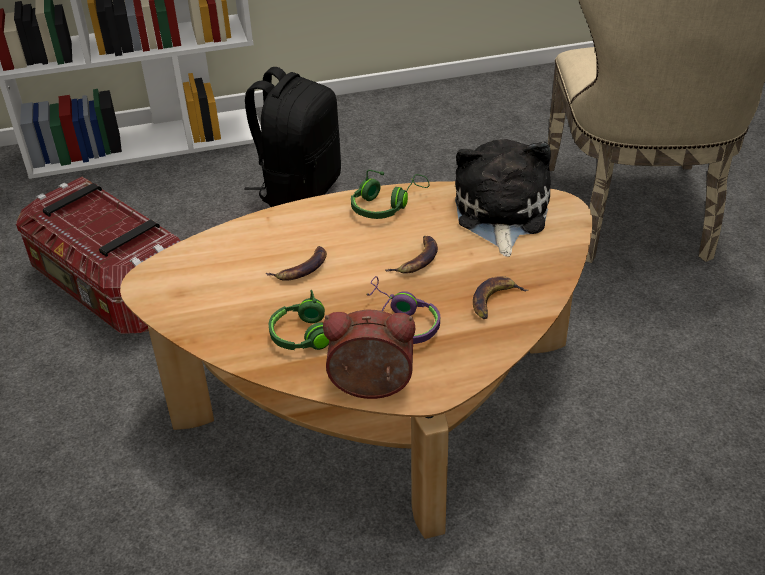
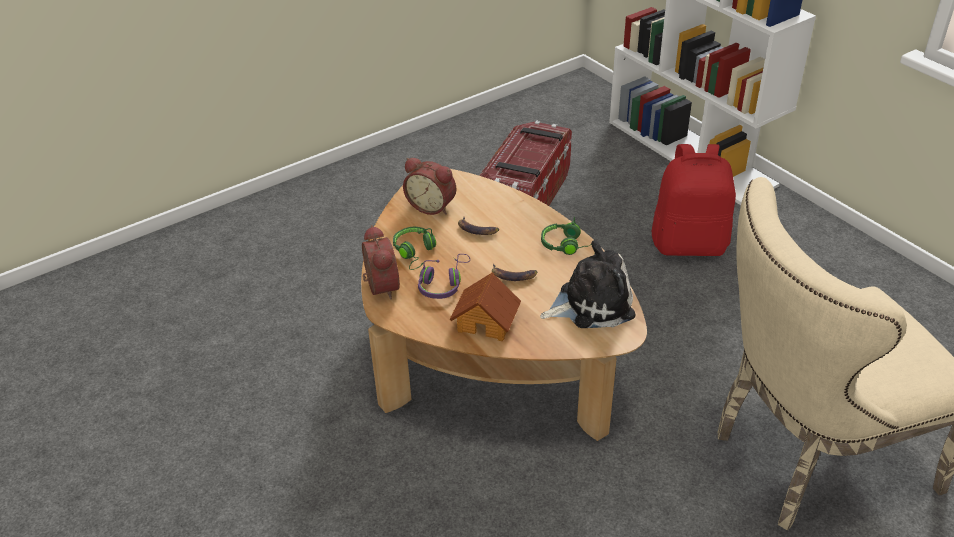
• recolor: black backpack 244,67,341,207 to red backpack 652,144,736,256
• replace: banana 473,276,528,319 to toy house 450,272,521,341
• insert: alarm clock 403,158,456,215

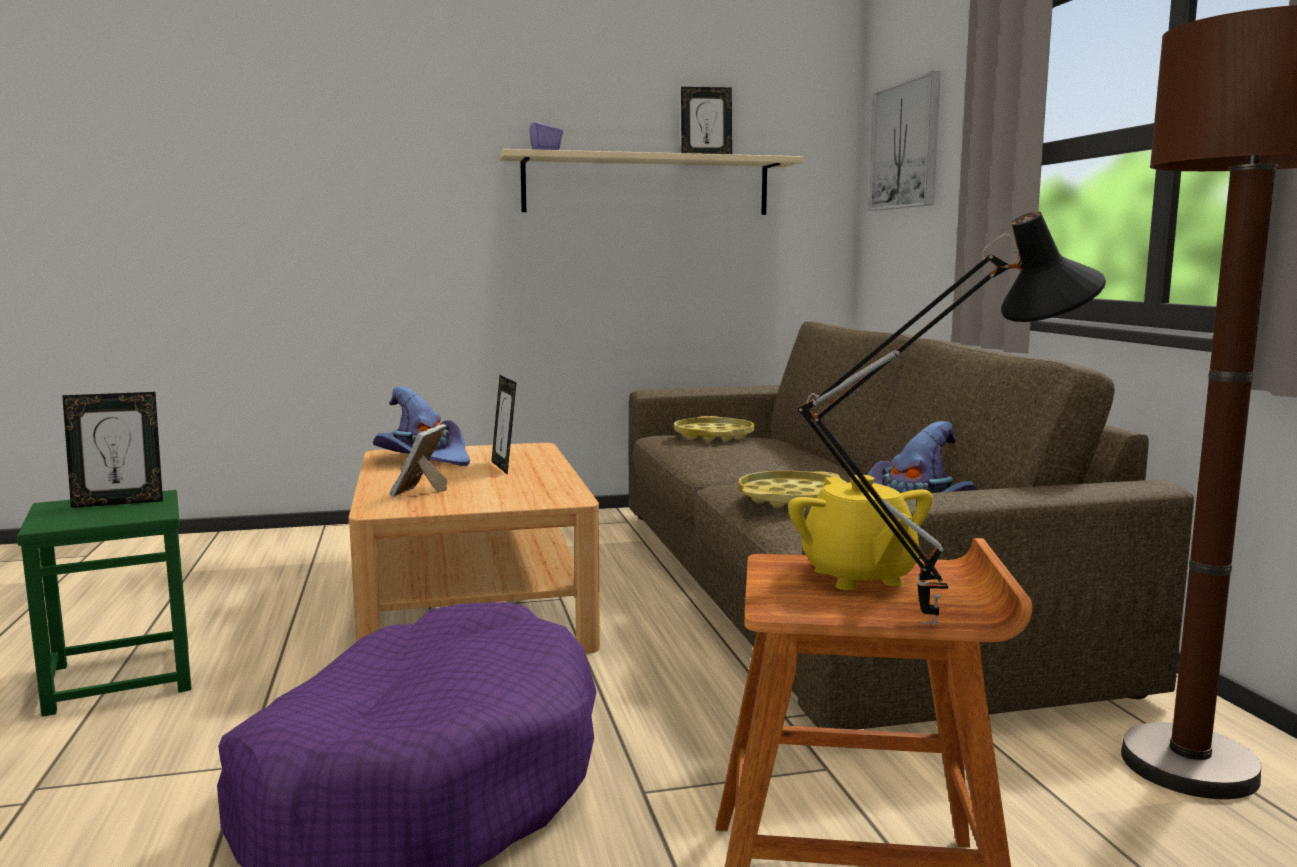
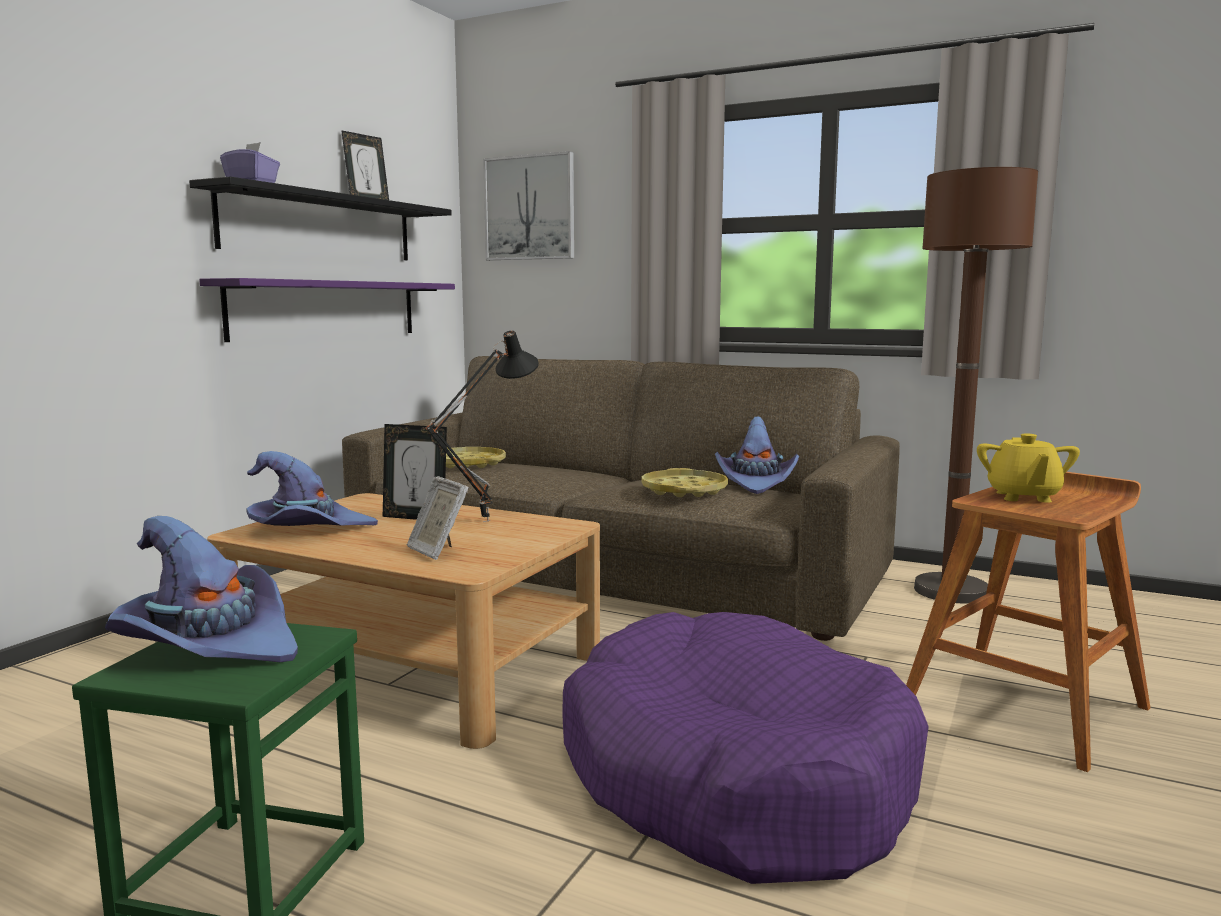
• replace: picture frame 62,392,163,508 to purple hat 105,516,298,662
• recolor: beige shelf 499,149,803,215 to black shelf 189,177,452,260
• rotate: yellow teapot 788,475,933,590 = 977,433,1080,503 75 degrees clockwise
• move: black table lamp 797,211,1106,625 to 426,331,539,522
• insert: purple shelf 199,278,455,342

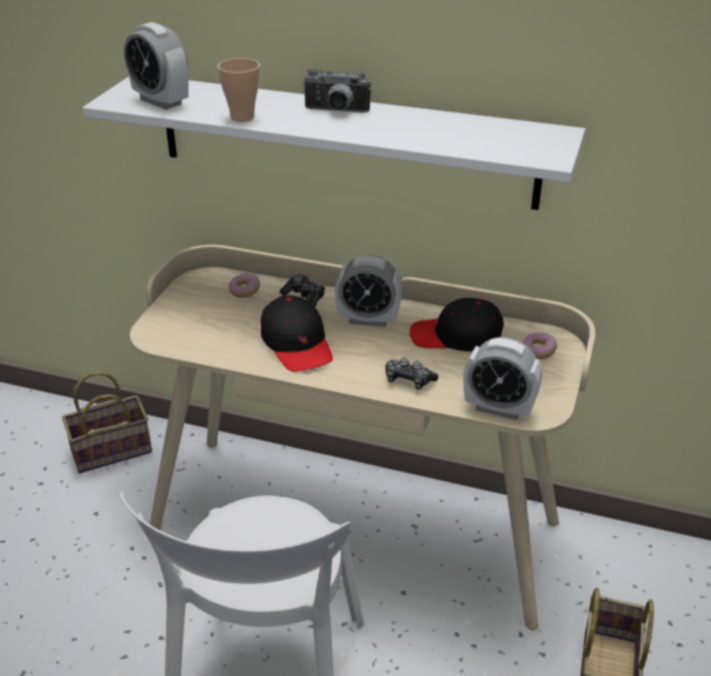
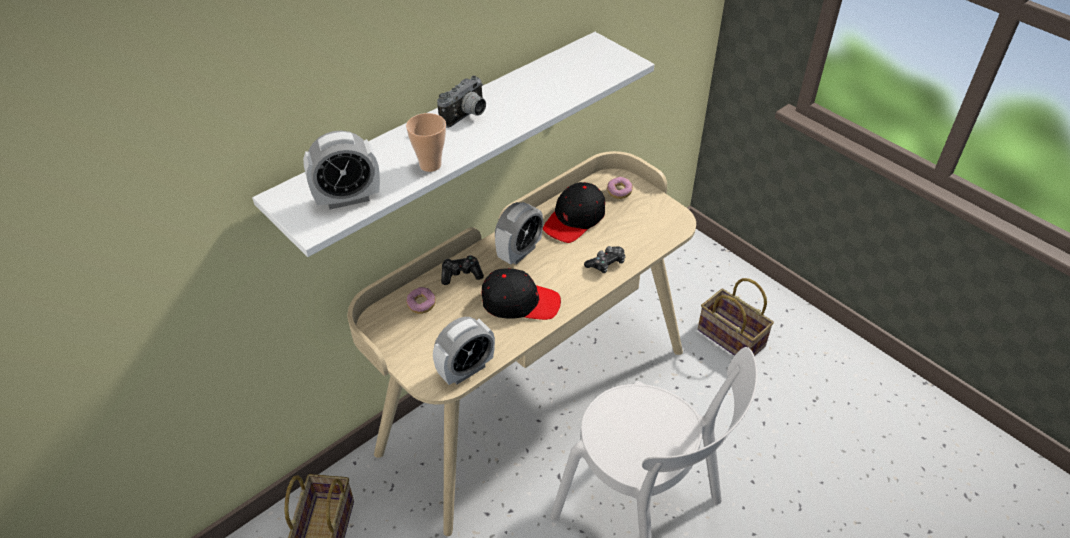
• move: alarm clock 463,337,542,420 to 433,317,495,385

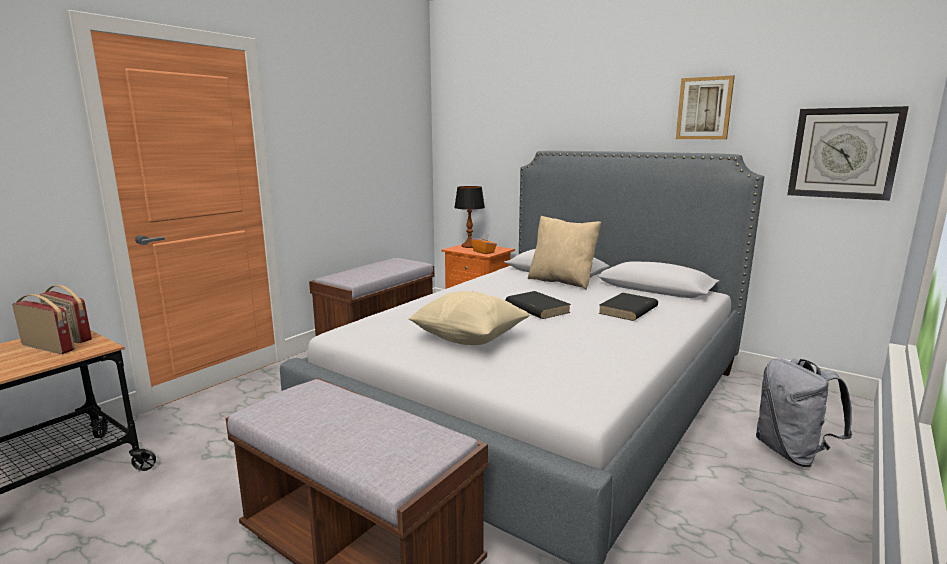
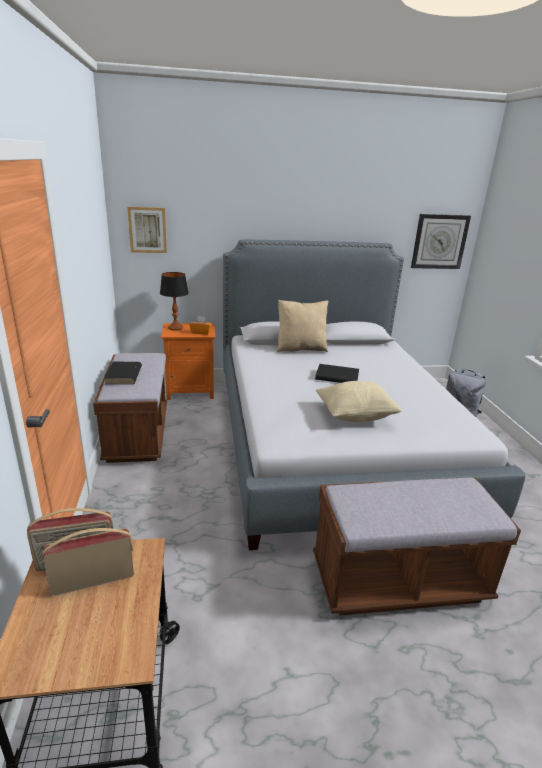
• move: black book 598,293,658,321 to 104,362,142,385
• move: picture 676,75,735,139 to 127,207,167,253

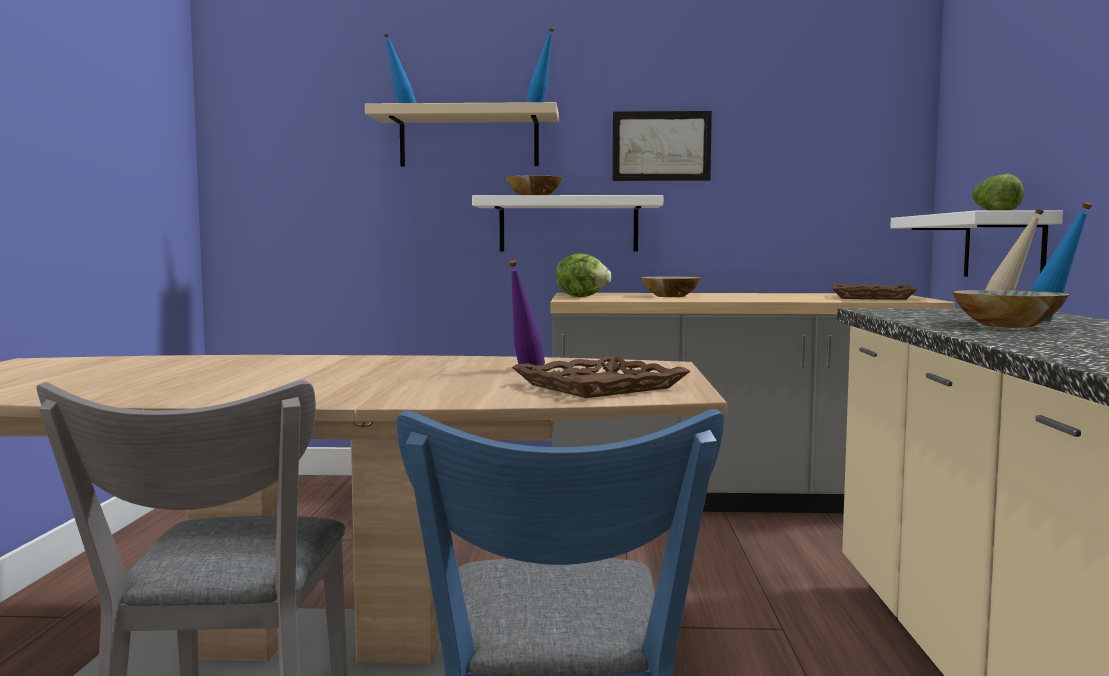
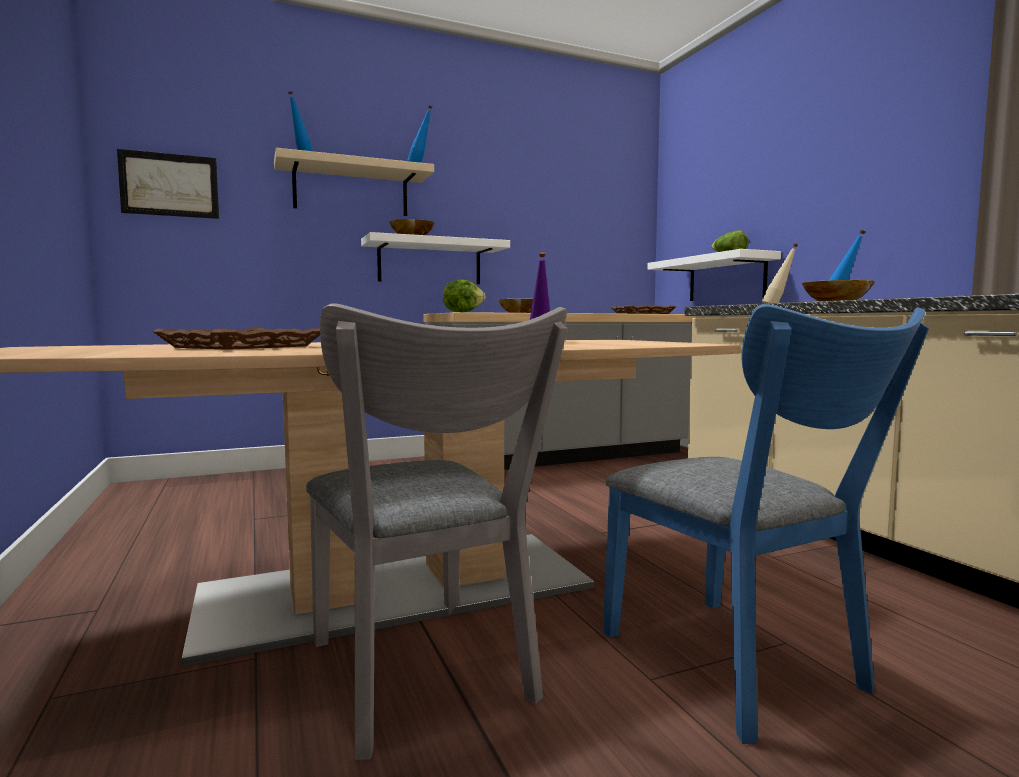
• move: brown tray 512,356,691,398 to 152,328,320,350
• move: picture 612,111,712,181 to 117,149,219,219

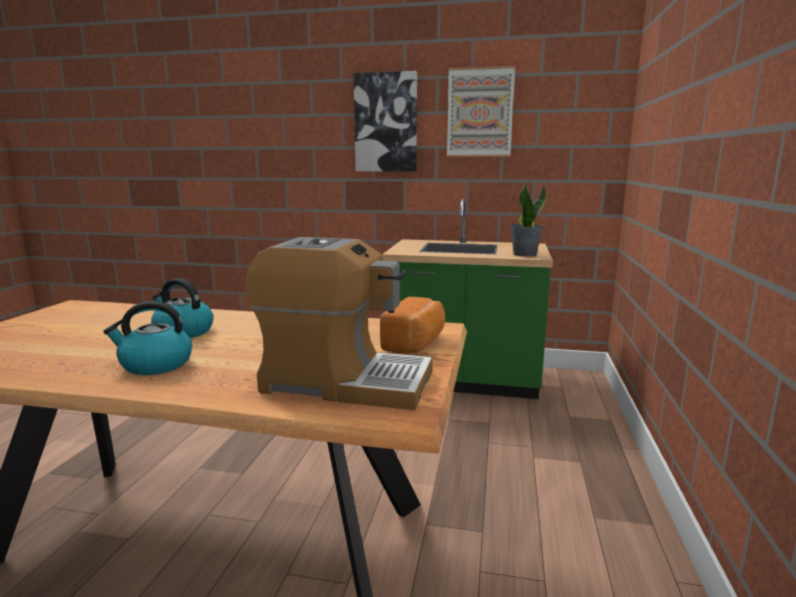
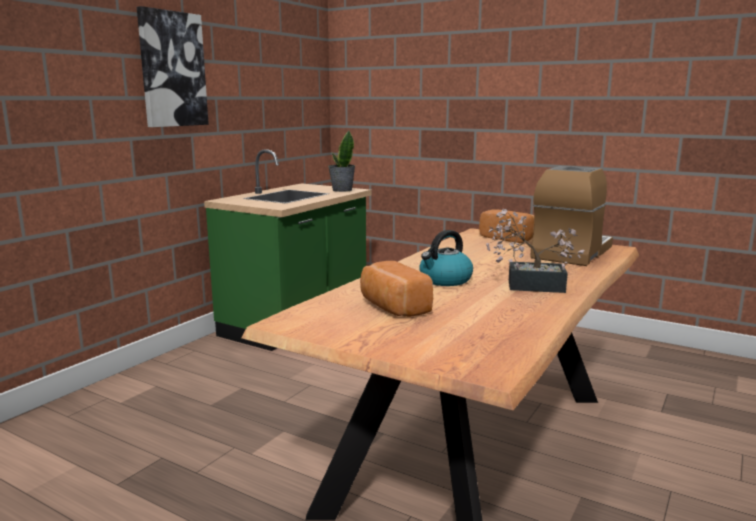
• replace: kettle 103,301,192,375 to potted plant 486,209,584,293
• delete: picture 447,66,515,157
• insert: bread 360,261,433,317

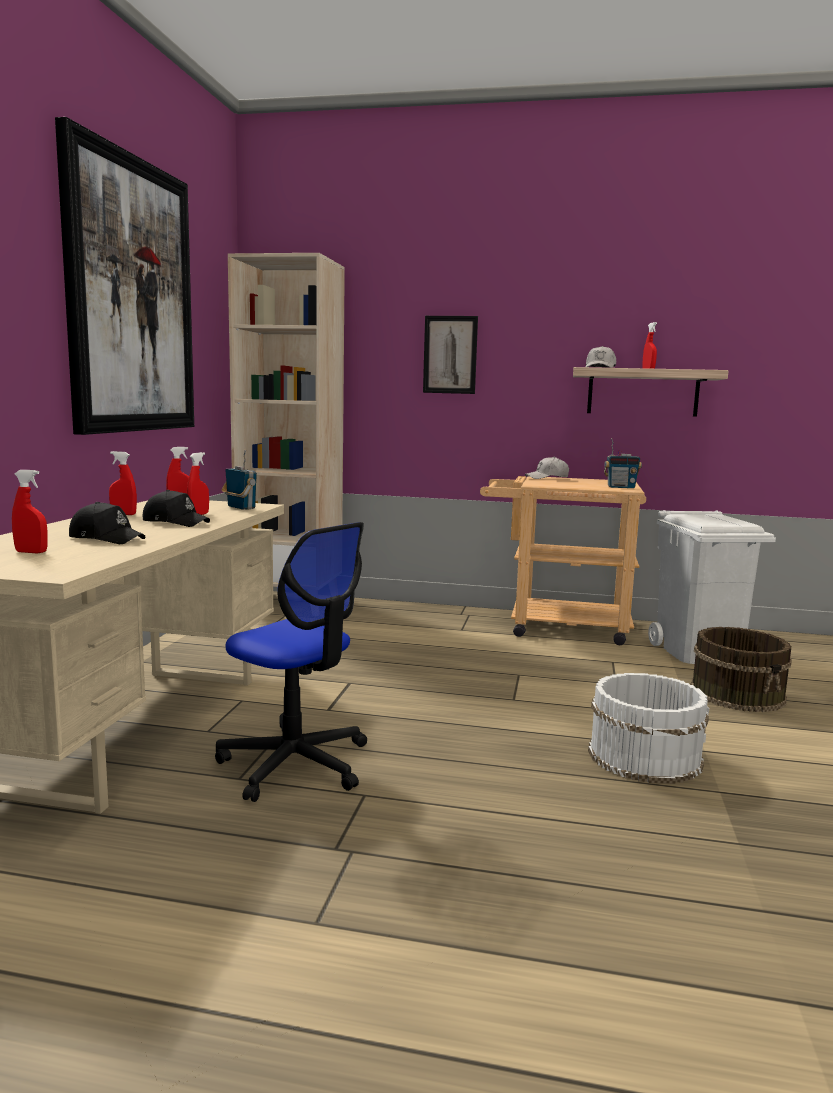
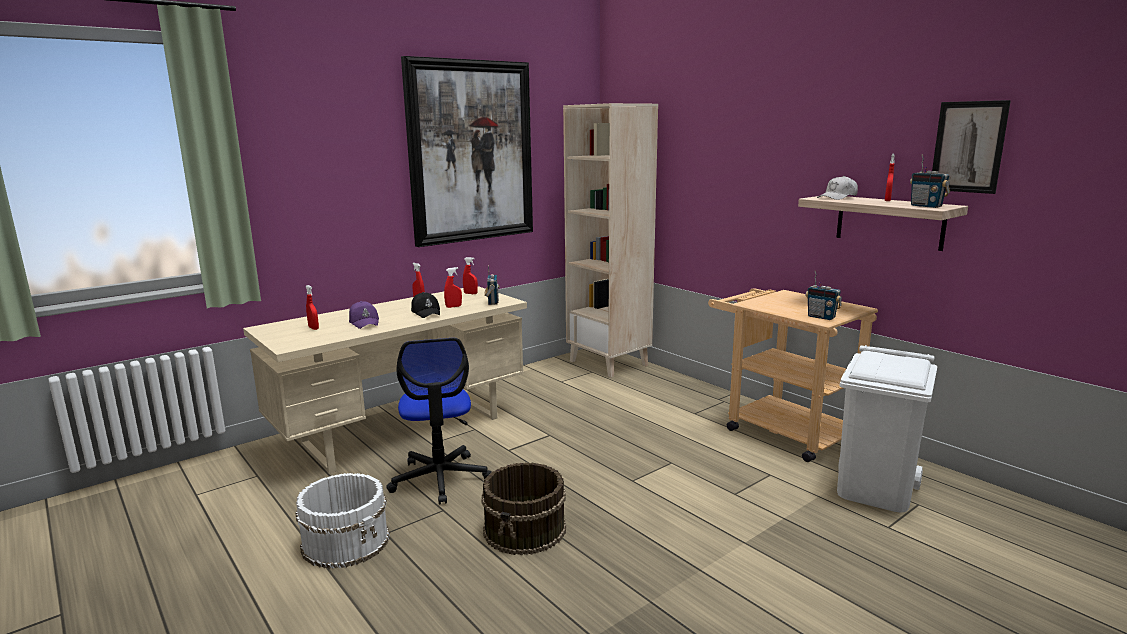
• recolor: black cap 69,502,145,545 to purple cap 349,301,379,329
• move: picture 423,316,478,394 to 932,100,1011,194
• delete: white cap 525,457,569,479
• move: white bucket 588,673,709,784 to 295,473,390,569
• move: brown bucket 690,627,792,712 to 481,462,566,555
• insert: radio 910,154,950,208

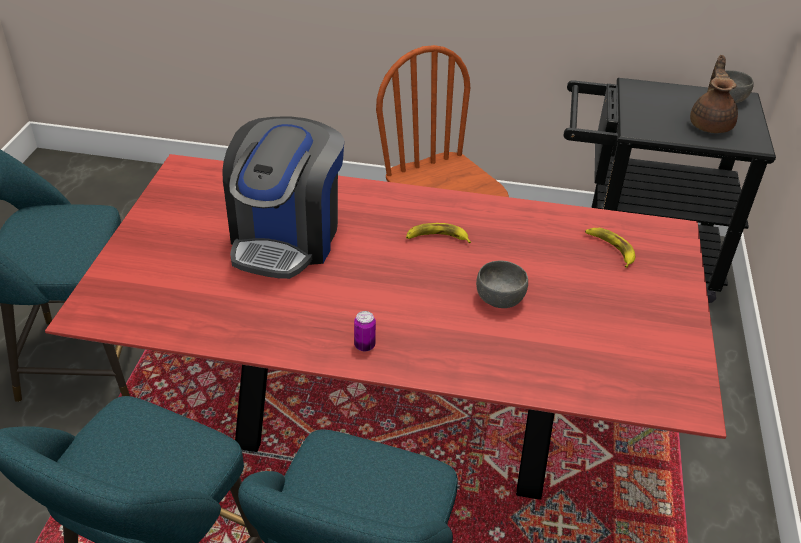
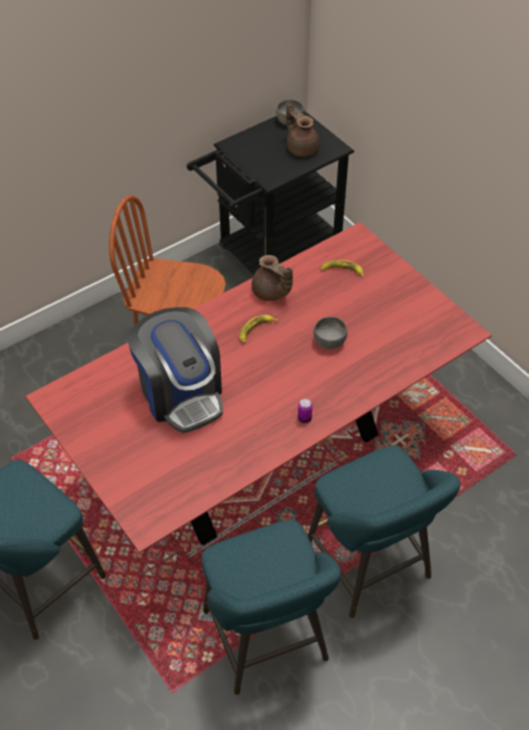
• insert: brown teapot 252,255,293,301

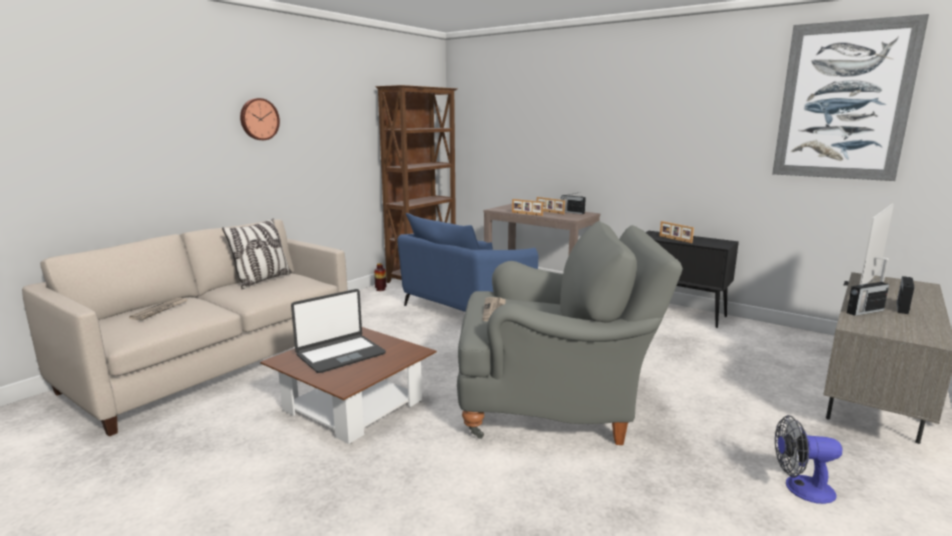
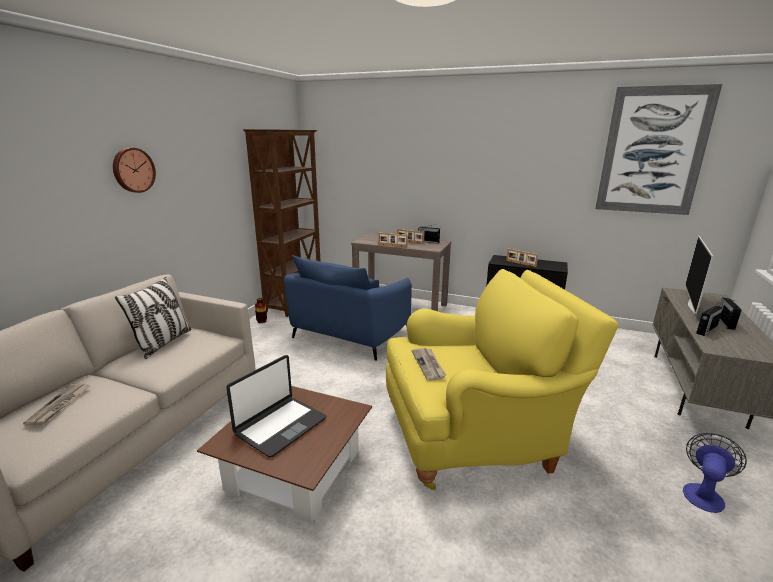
• recolor: grey armchair 457,221,683,445 to yellow armchair 386,269,619,490
• rotate: fan 775,415,842,504 = 683,433,747,513 135 degrees clockwise

